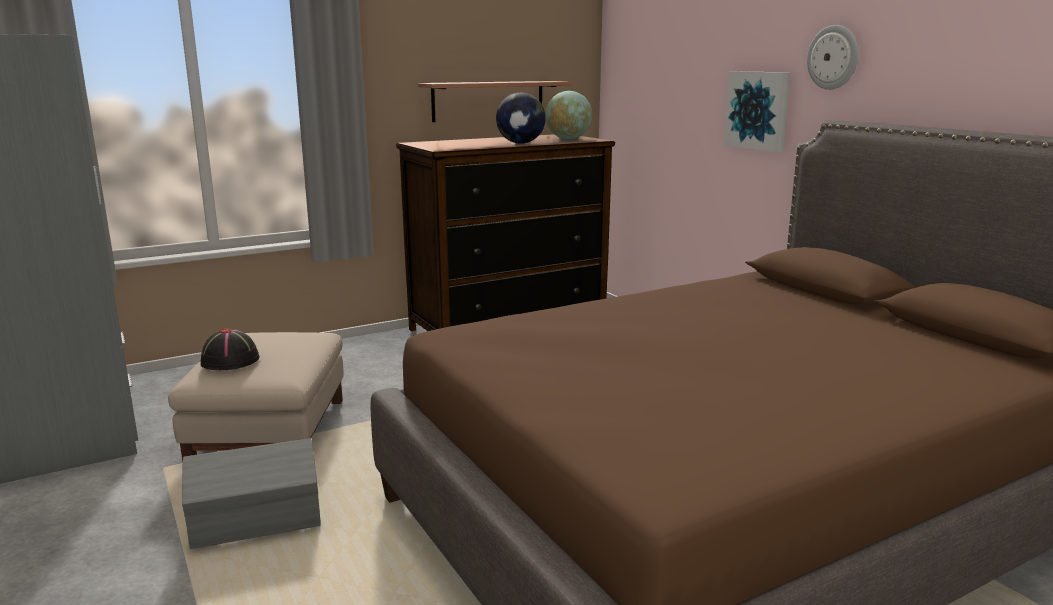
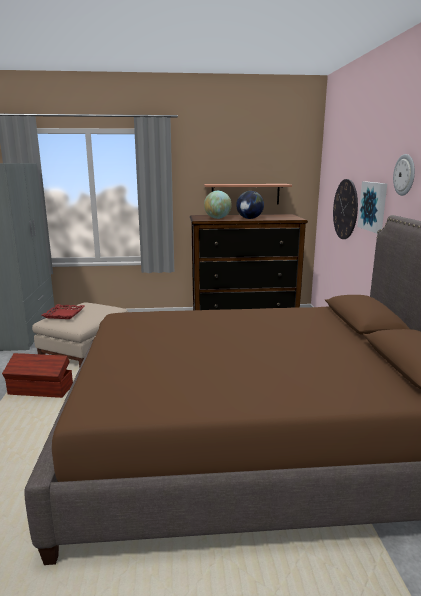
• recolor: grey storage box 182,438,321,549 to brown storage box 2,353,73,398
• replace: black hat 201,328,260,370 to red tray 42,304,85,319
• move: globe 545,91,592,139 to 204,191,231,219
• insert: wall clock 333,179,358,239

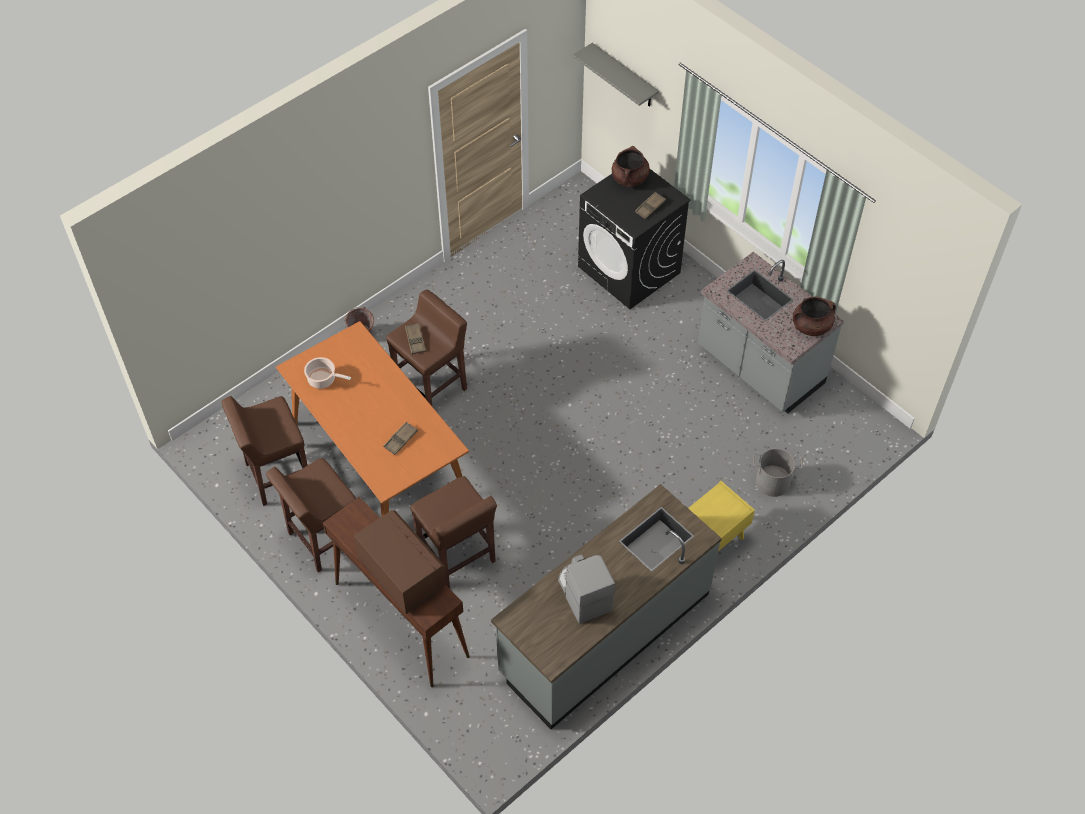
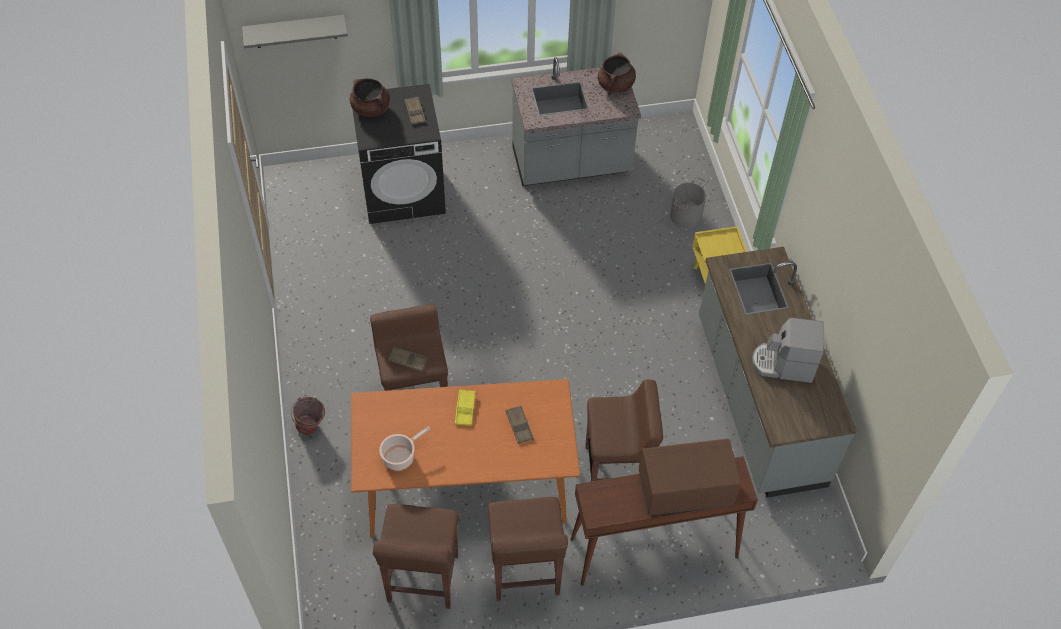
• insert: yellow tray 455,389,476,426

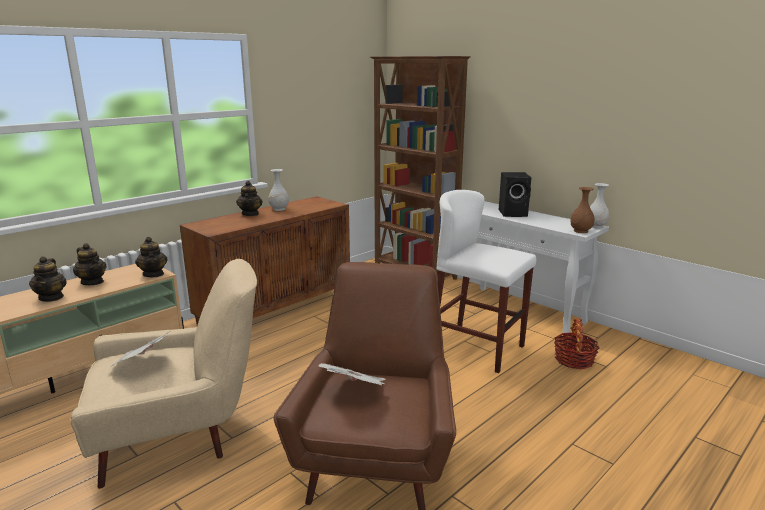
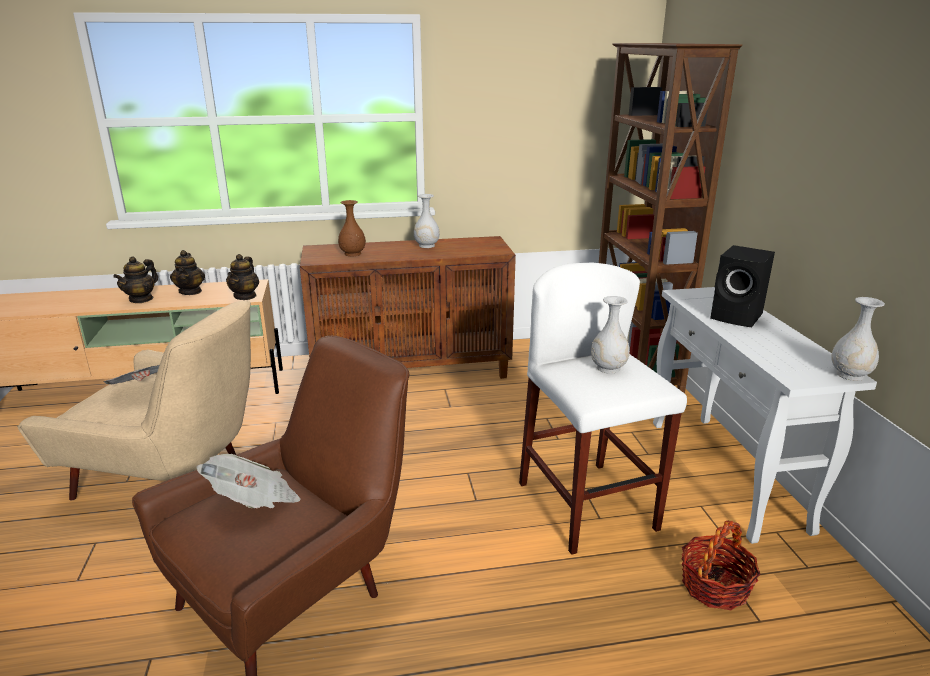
• delete: teapot 236,181,263,216
• move: brown vase 570,187,594,233 to 338,200,366,257
• insert: white vase 591,296,630,374

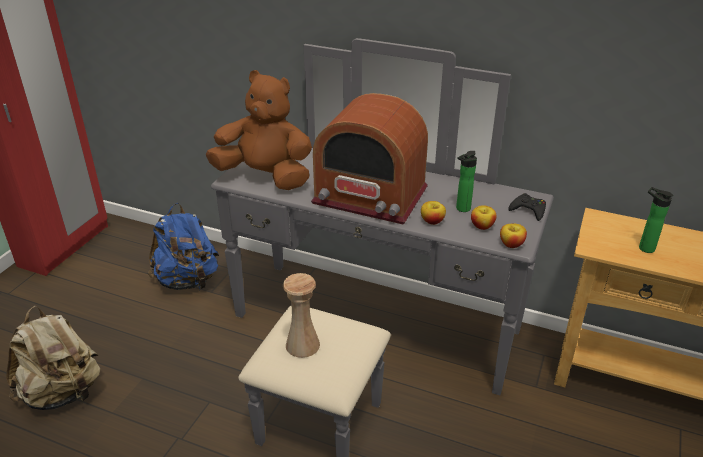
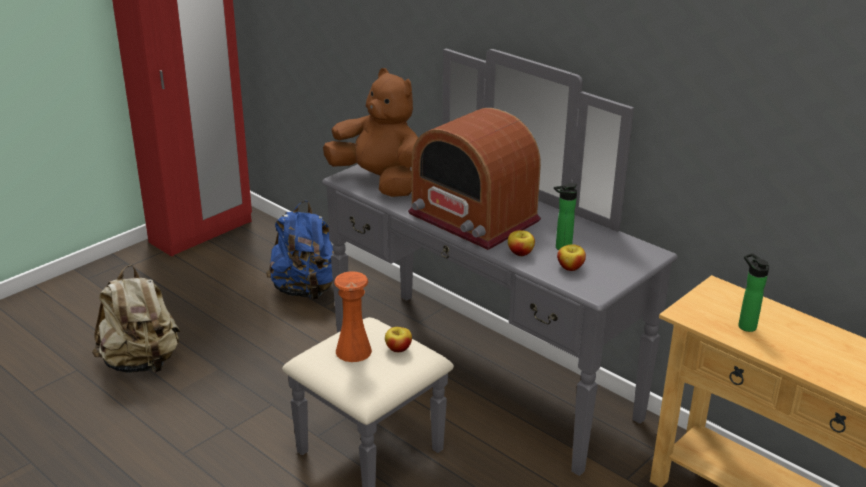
• recolor: beige vase 283,273,320,358 to orange vase 334,271,372,362
• move: apple 500,224,527,248 to 385,327,412,352
• delete: black game controller 508,193,546,221

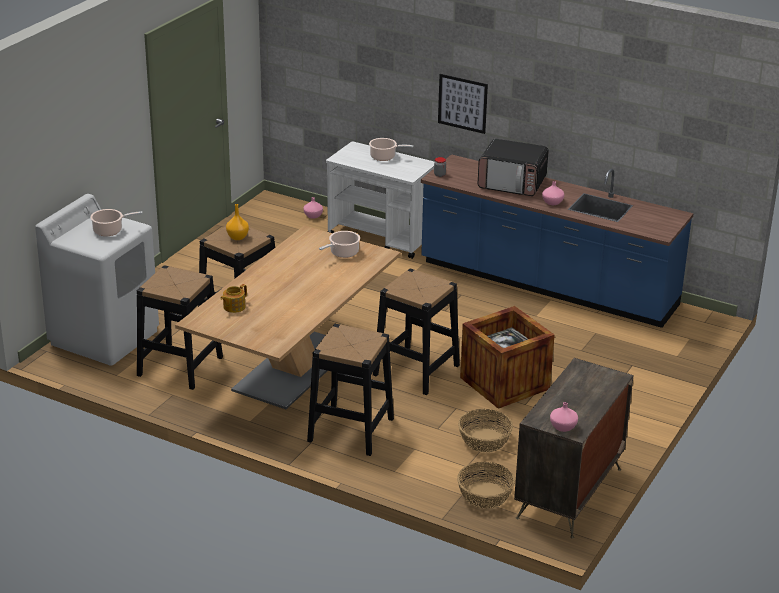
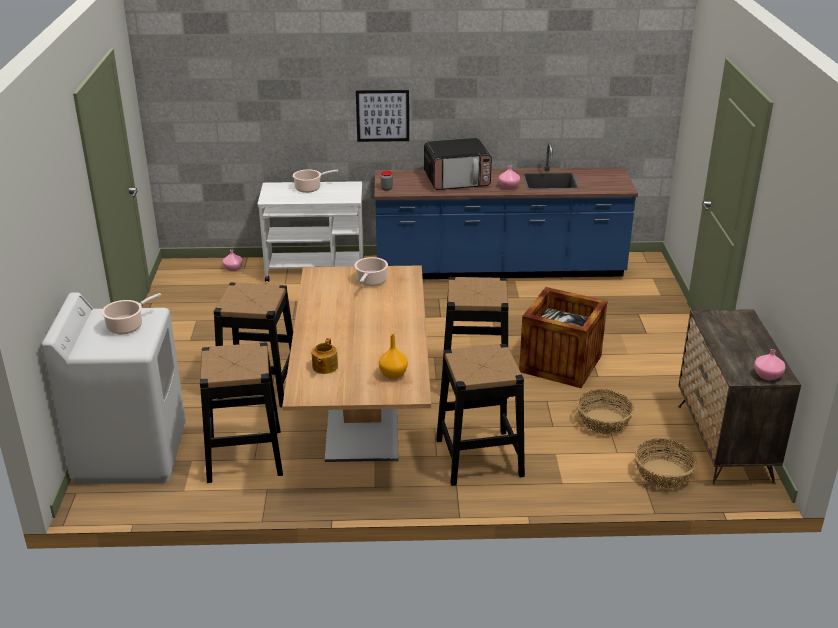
• move: orange vase 226,204,249,240 to 379,334,408,379

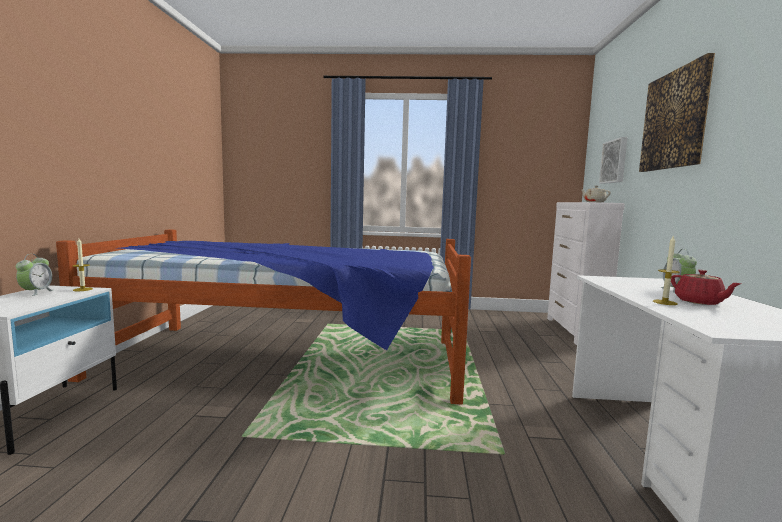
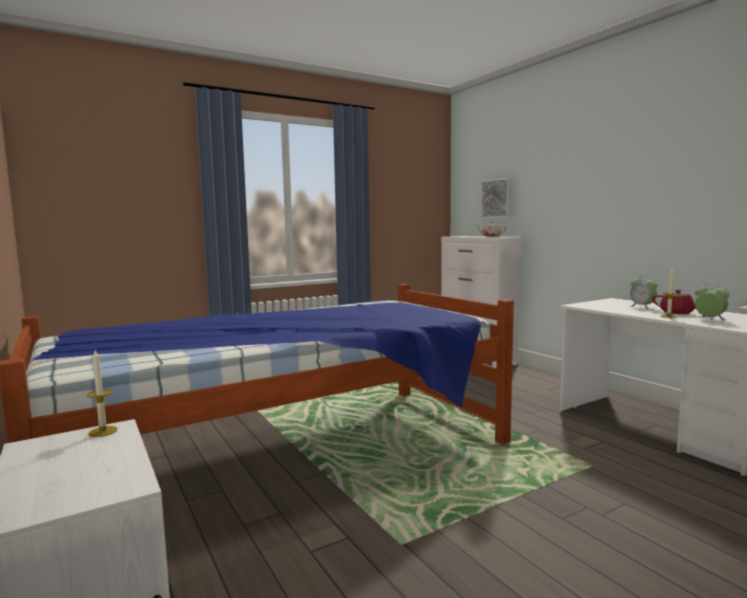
• move: alarm clock 16,254,53,296 to 695,283,730,320
• delete: picture 639,53,715,172

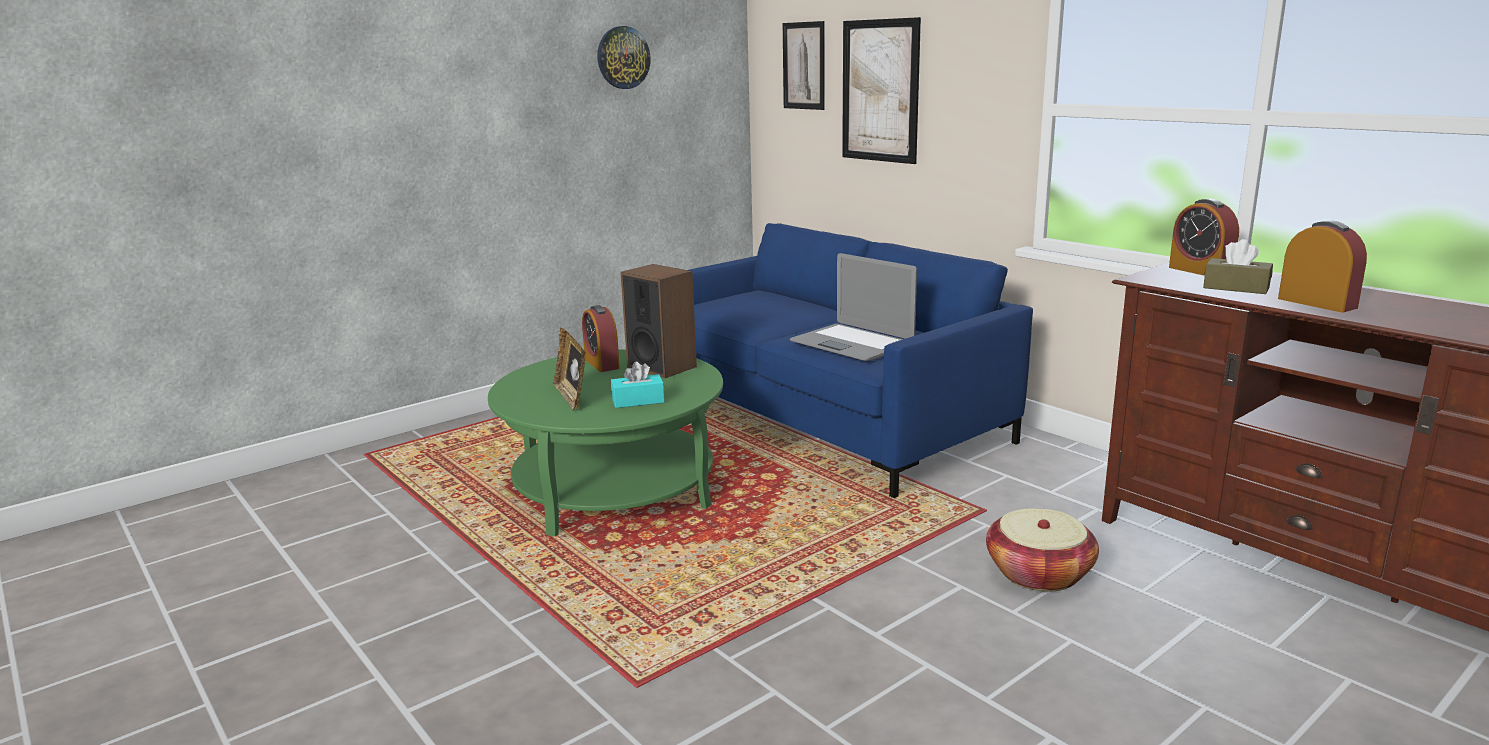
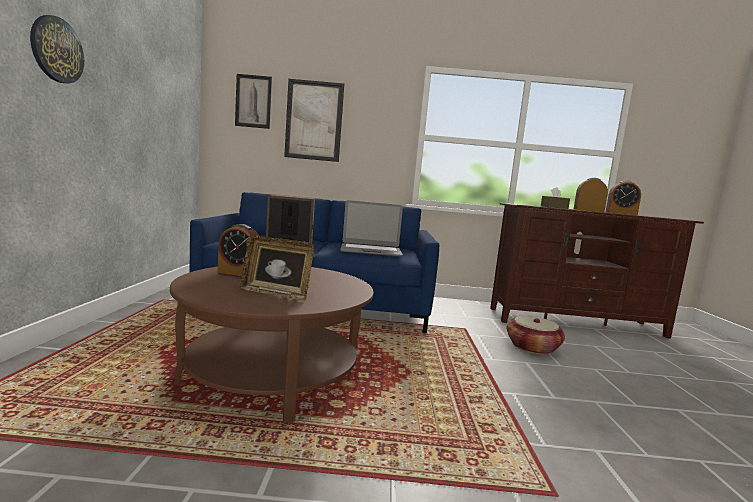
• recolor: green coffee table 488,349,723,537 to brown coffee table 170,267,374,423
• move: wall clock 597,26,651,89 to 30,15,84,84
• delete: turquoise tissue box 611,361,665,408
• move: alarm clock 1169,198,1239,276 to 606,181,641,215

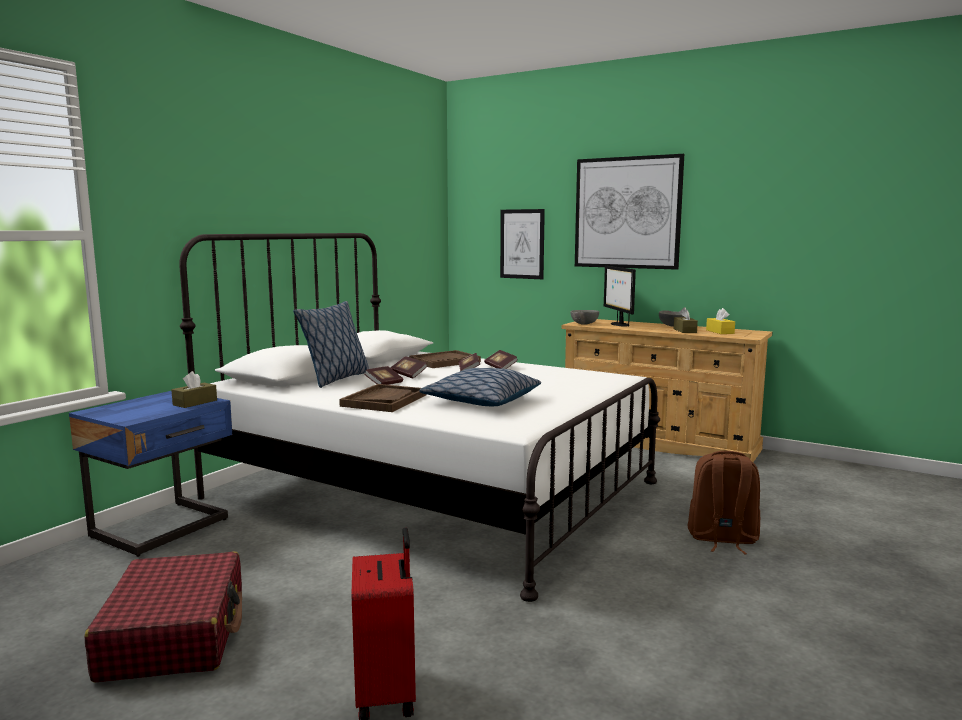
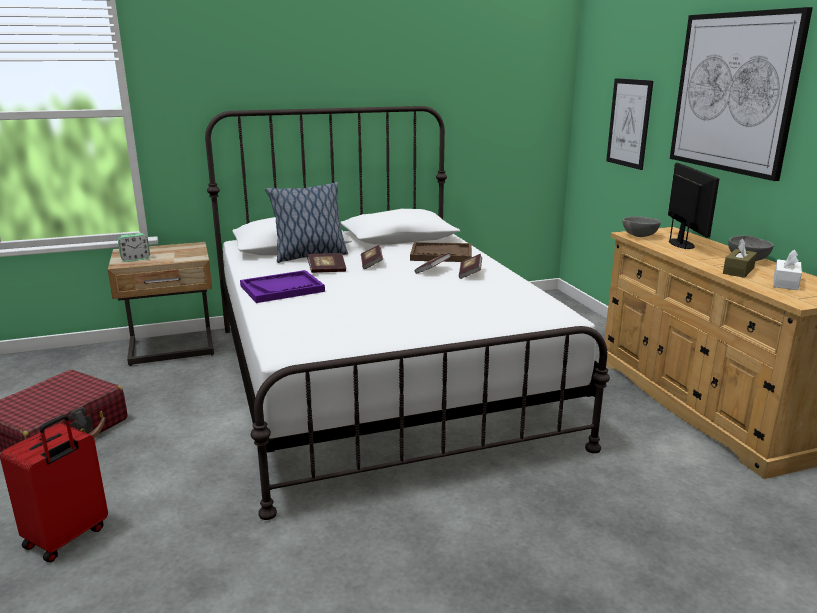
• recolor: blue nightstand 69,391,232,557 to beige nightstand 108,242,214,366
• delete: brown tissue box 171,371,217,408
• recolor: brown tray 339,384,427,412 to purple tray 240,270,325,303
• delete: pillow 419,368,541,406
• rotate: monitor 604,266,636,327 = 668,163,719,249 150 degrees clockwise
• delete: brown backpack 688,451,760,554
• recolor: yellow tissue box 706,308,735,334 to white tissue box 773,249,802,290
• insert: alarm clock 118,233,150,262

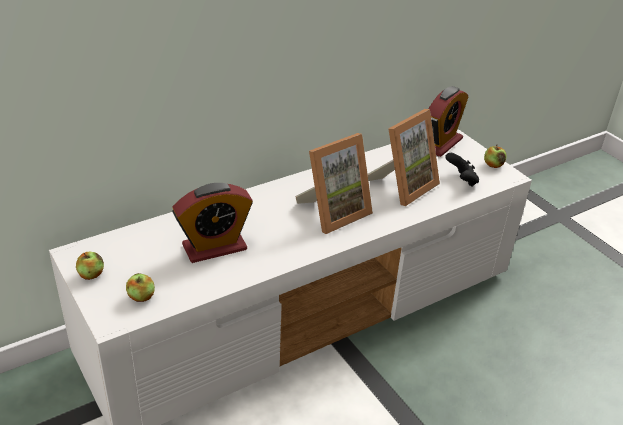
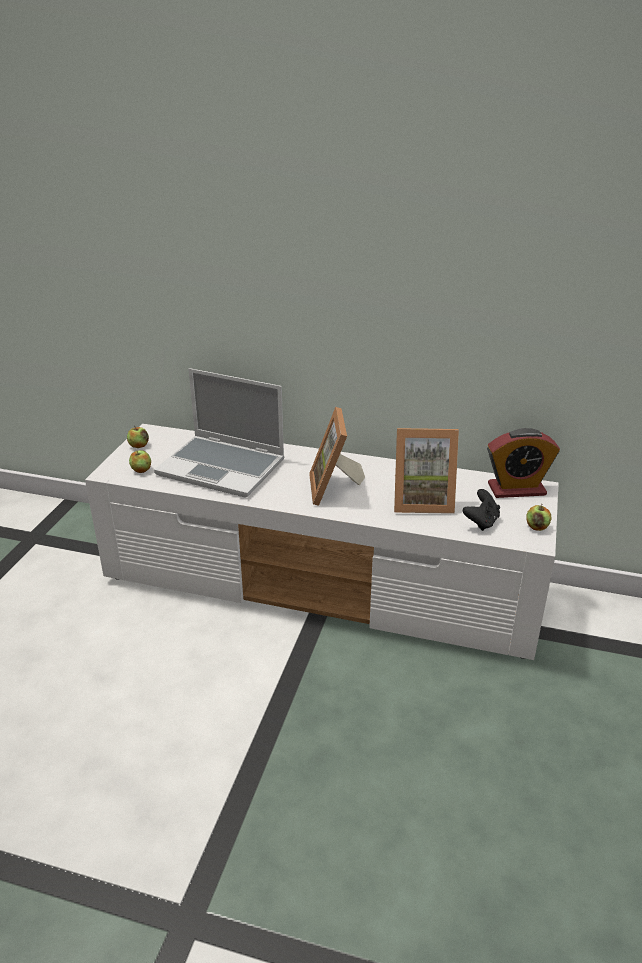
• replace: alarm clock 172,183,253,263 to laptop 154,368,285,498
• rotate: picture frame 295,133,373,234 = 309,407,365,506 75 degrees clockwise

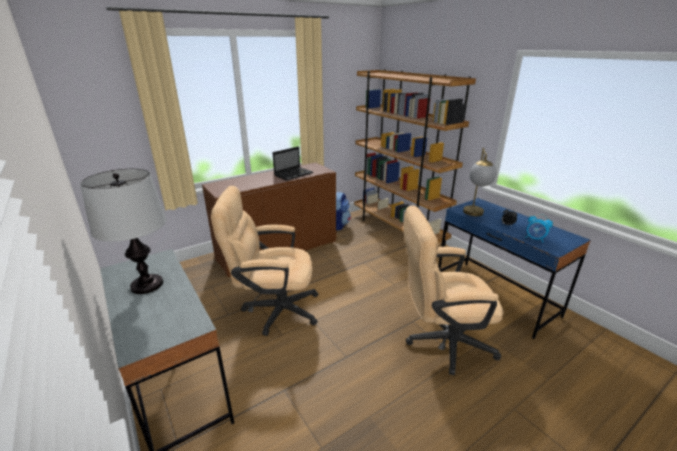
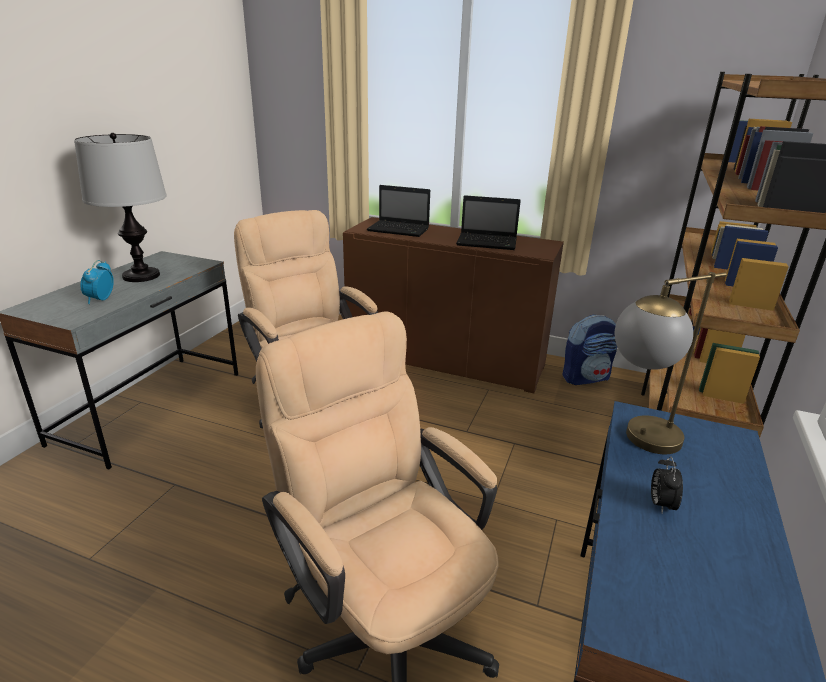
• move: alarm clock 525,214,553,243 to 80,260,114,304
• insert: laptop 367,185,430,237

